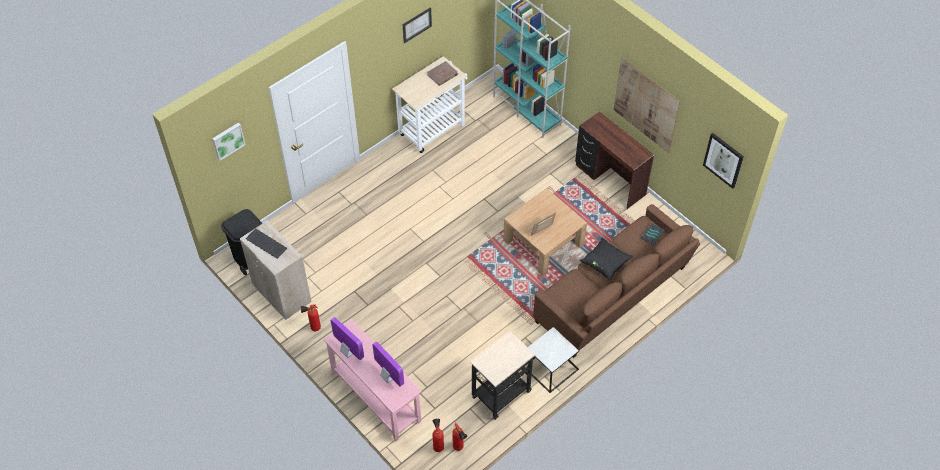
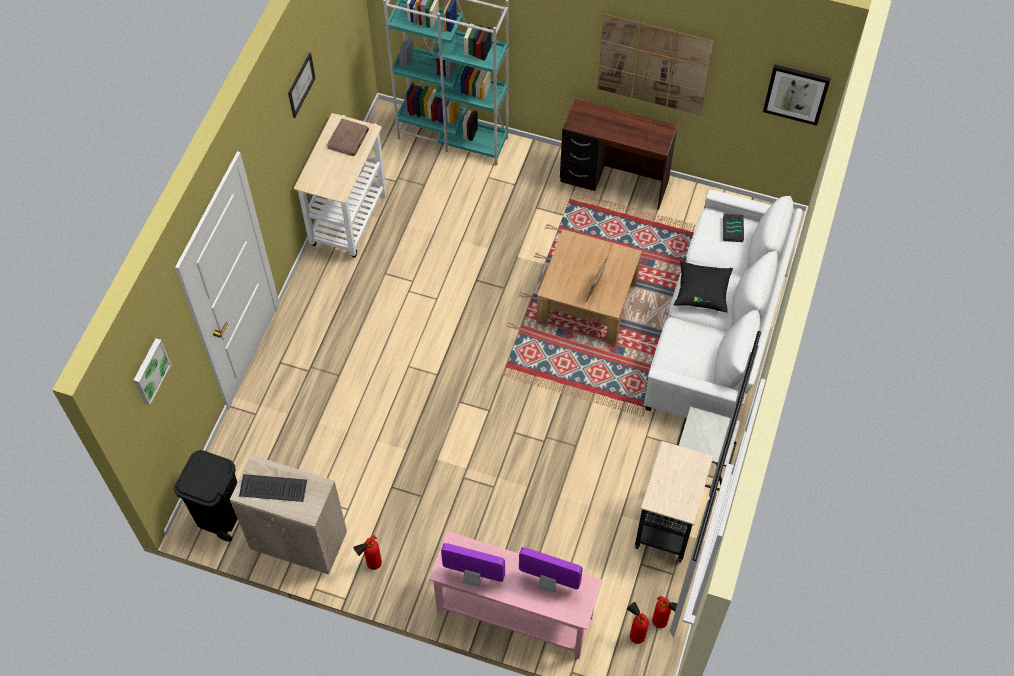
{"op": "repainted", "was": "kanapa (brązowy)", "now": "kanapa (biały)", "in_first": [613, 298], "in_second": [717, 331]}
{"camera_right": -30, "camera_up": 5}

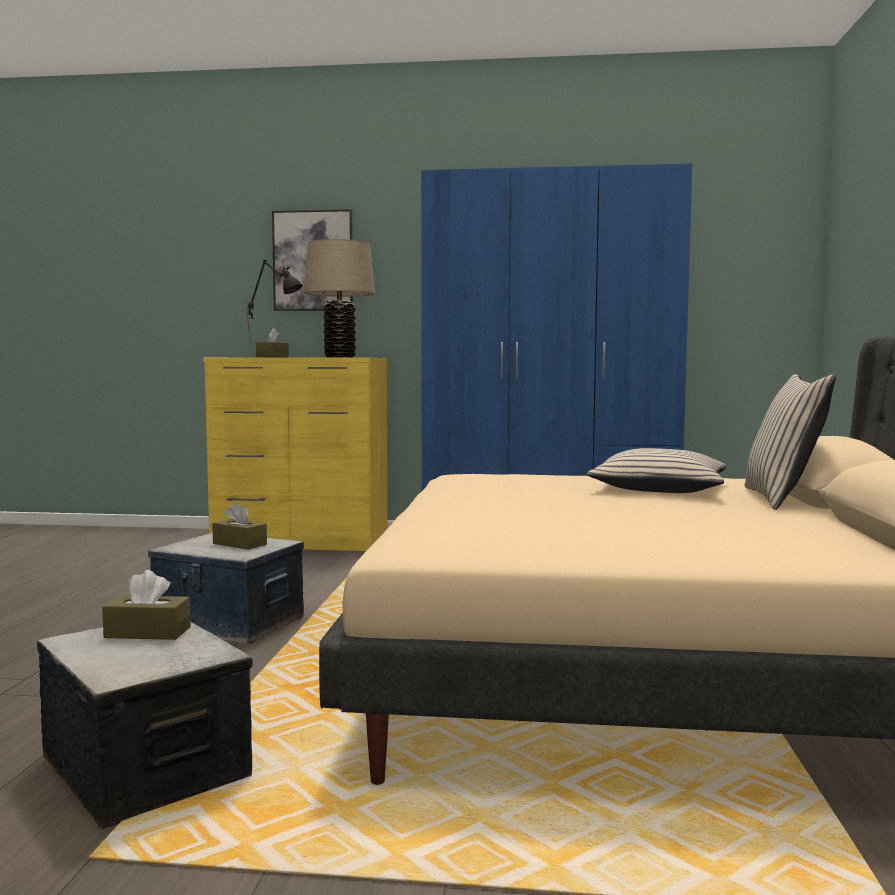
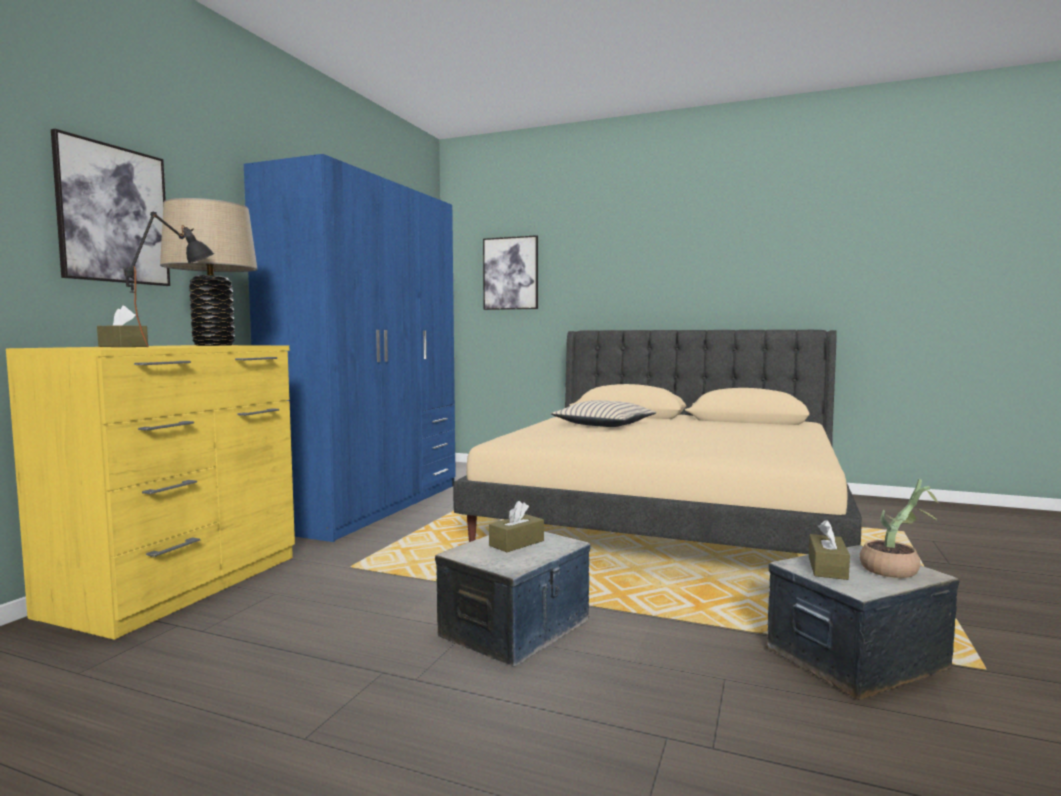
{"op": "new", "now": "obraz", "in_second": [510, 273]}
{"op": "new", "now": "roślina doniczkowa", "in_second": [897, 571]}
{"op": "gone", "was": "poduszka (beżowy)", "in_first": [782, 499]}
{"camera_right": -75, "camera_up": 0}

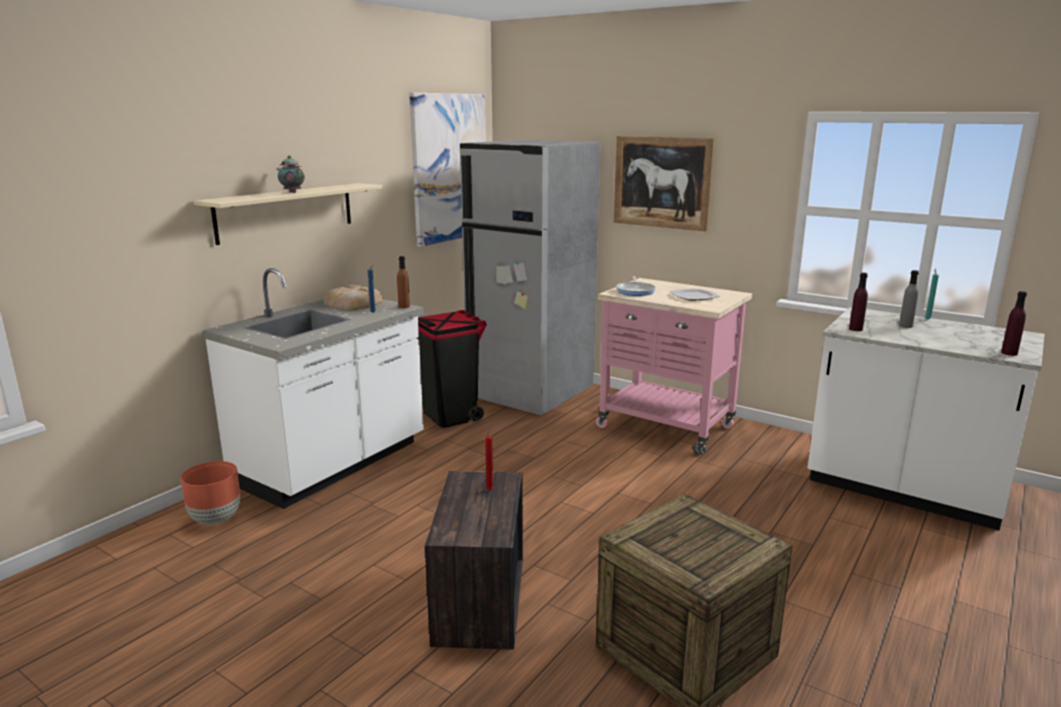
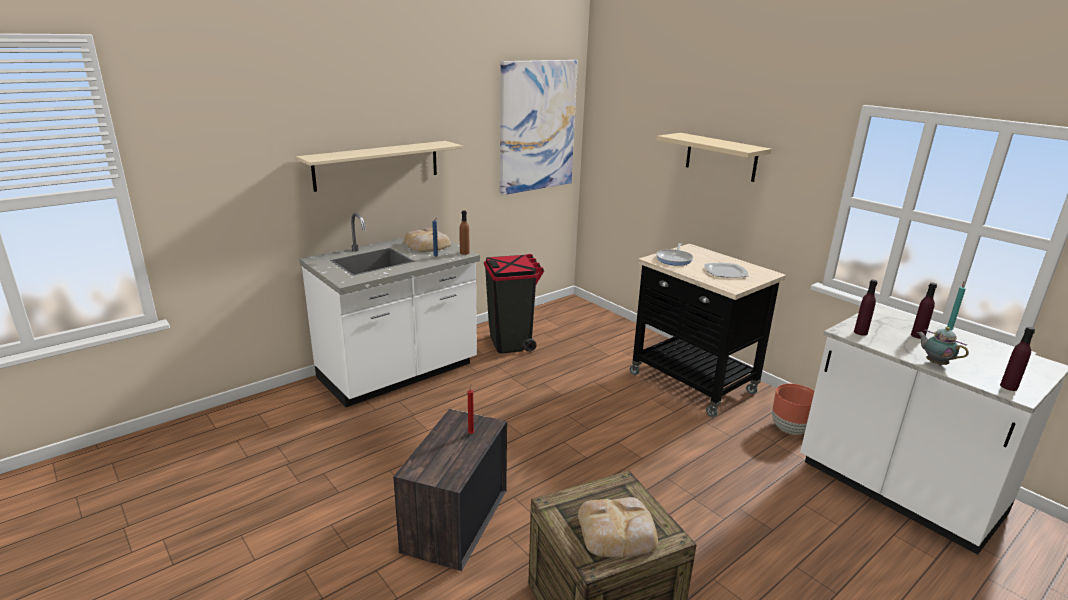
{"op": "new", "now": "chleb", "in_second": [618, 532]}
{"op": "repainted", "was": "wózek (różowy)", "now": "wózek (czarny)", "in_first": [666, 427], "in_second": [693, 384]}
{"op": "swapped", "was": "obraz", "now": "półka (beżowy)", "in_first": [662, 182], "in_second": [721, 157]}
{"op": "shifted", "was": "donica (brązowy)", "in_first": [216, 519], "in_second": [790, 429]}
{"op": "repainted", "was": "butelka (szary)", "now": "butelka (fioletowy)", "in_first": [905, 326], "in_second": [917, 336]}
{"op": "shifted", "was": "imbryk", "in_first": [292, 192], "in_second": [935, 363]}
{"op": "gone", "was": "lodówka (szary)", "in_first": [532, 390]}
{"camera_right": 15, "camera_up": 5}

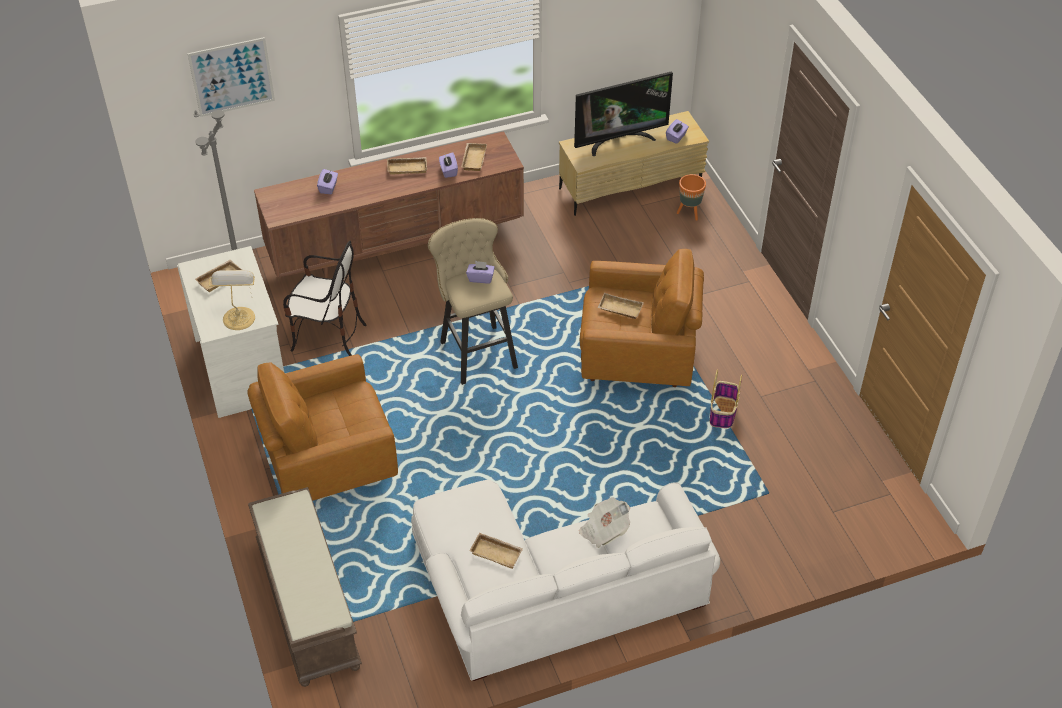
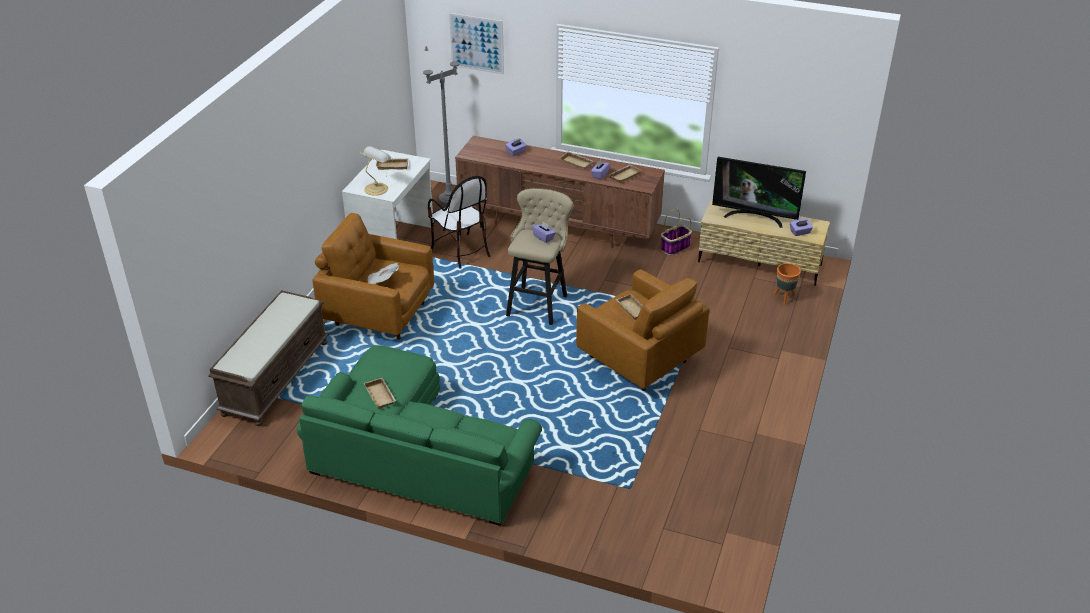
{"op": "repainted", "was": "kanapa (biały)", "now": "kanapa (zielony)", "in_first": [550, 591], "in_second": [415, 455]}
{"op": "shifted", "was": "gazeta", "in_first": [604, 530], "in_second": [382, 282]}
{"op": "shifted", "was": "koszyk", "in_first": [723, 413], "in_second": [675, 248]}
{"camera_right": 40, "camera_up": -10}

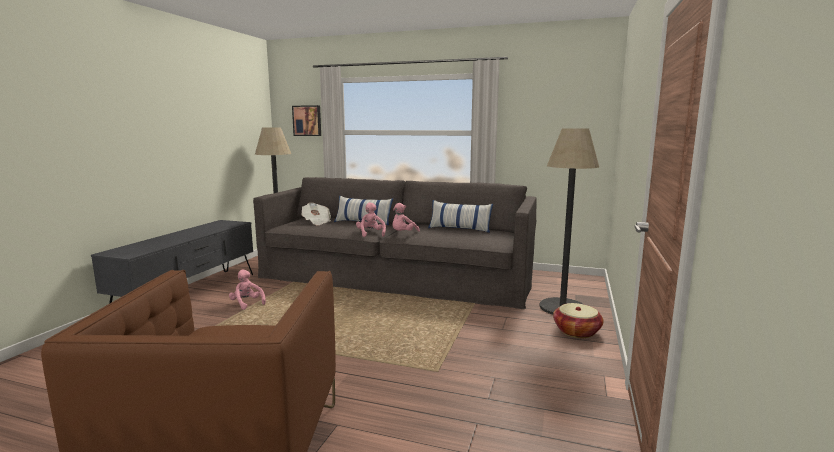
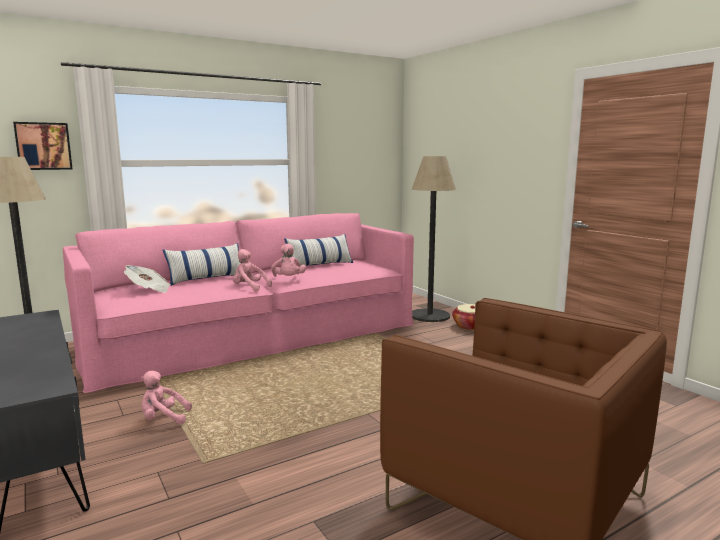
{"op": "repainted", "was": "kanapa (szary)", "now": "kanapa (różowy)", "in_first": [396, 276], "in_second": [254, 336]}
{"camera_right": -50, "camera_up": 0}

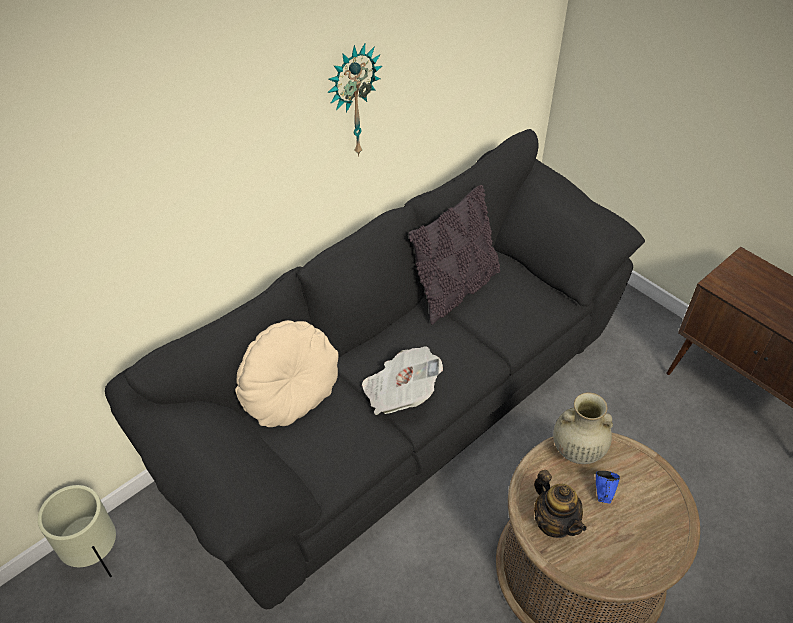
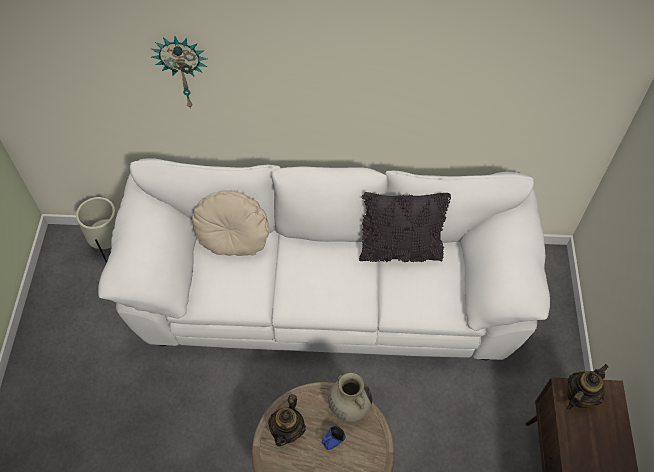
{"op": "repainted", "was": "kanapa (czarny)", "now": "kanapa (biały)", "in_first": [398, 415], "in_second": [327, 300]}
{"op": "shifted", "was": "zegar ścienny", "in_first": [352, 101], "in_second": [183, 71]}
{"op": "new", "now": "imbryk", "in_second": [579, 396]}
{"op": "gone", "was": "gazeta", "in_first": [400, 393]}
{"camera_right": 45, "camera_up": 10}

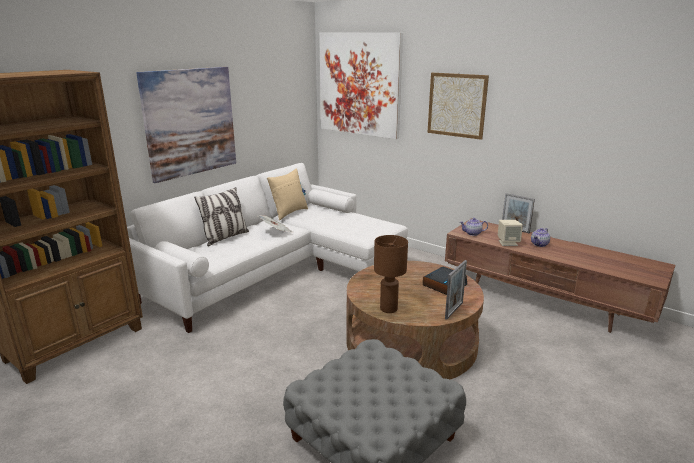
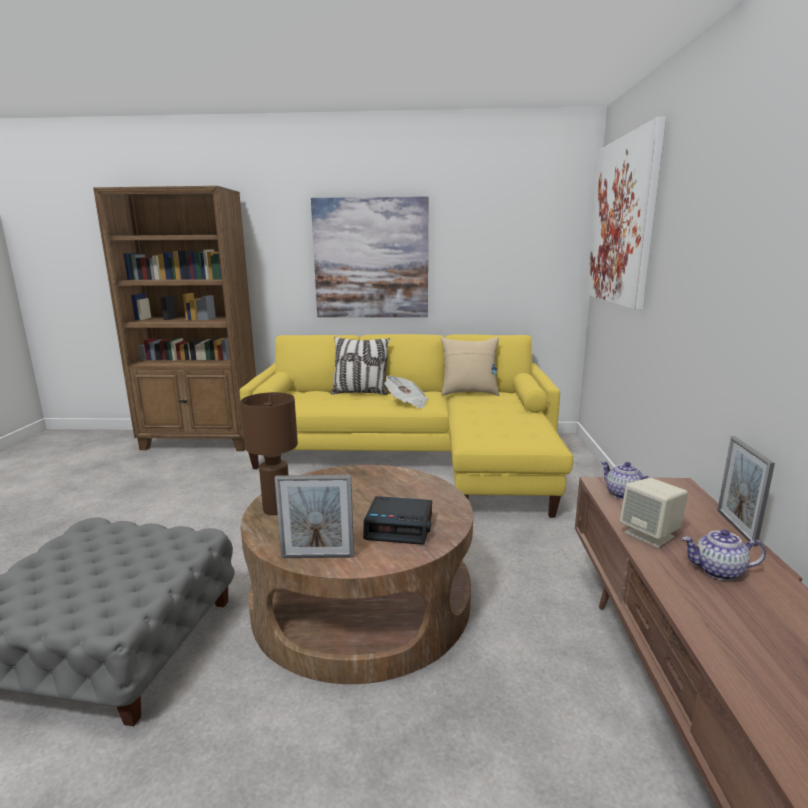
{"op": "repainted", "was": "kanapa (biały)", "now": "kanapa (żółty)", "in_first": [277, 272], "in_second": [417, 459]}
{"op": "gone", "was": "obraz", "in_first": [457, 104]}
{"camera_right": 55, "camera_up": -5}

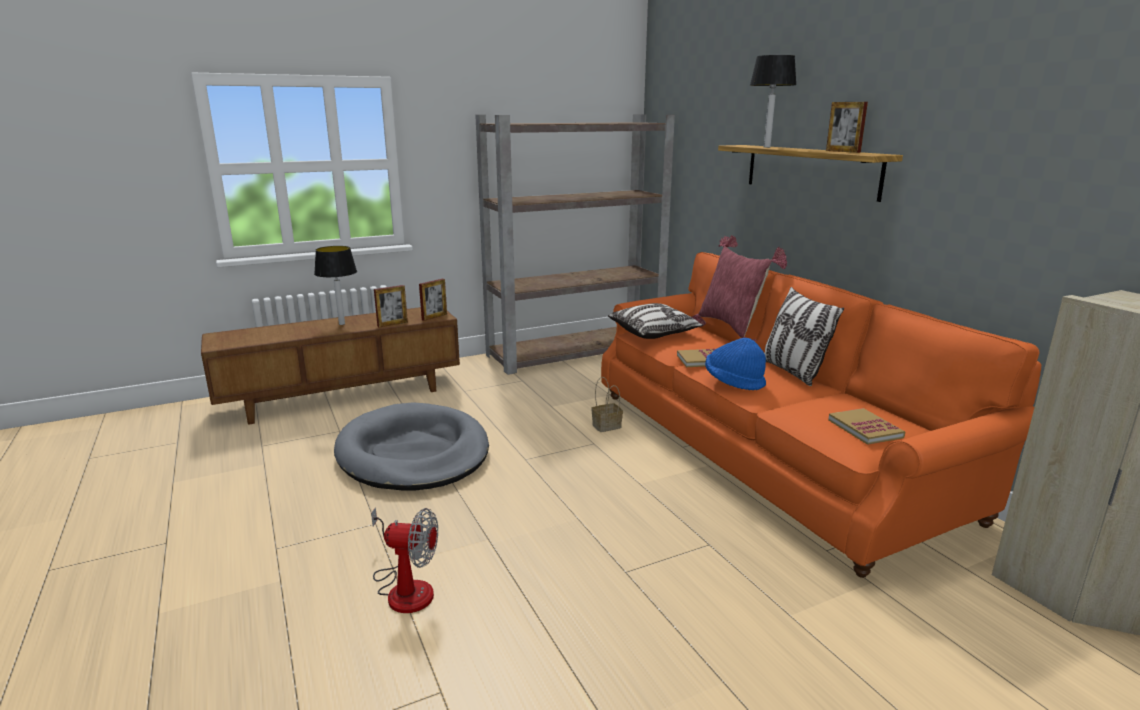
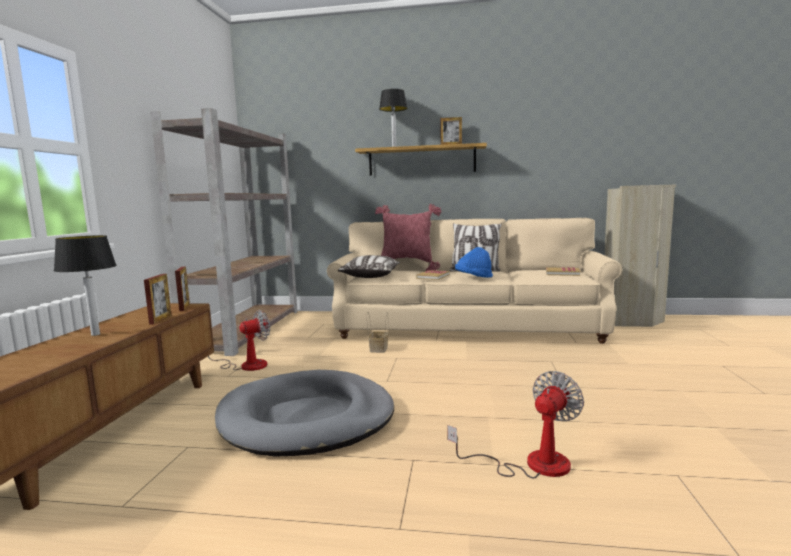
{"op": "new", "now": "wentylator", "in_second": [245, 365]}
{"op": "repainted", "was": "kanapa (pomarańczowy)", "now": "kanapa (beżowy)", "in_first": [766, 450], "in_second": [467, 326]}
{"camera_right": -55, "camera_up": -10}

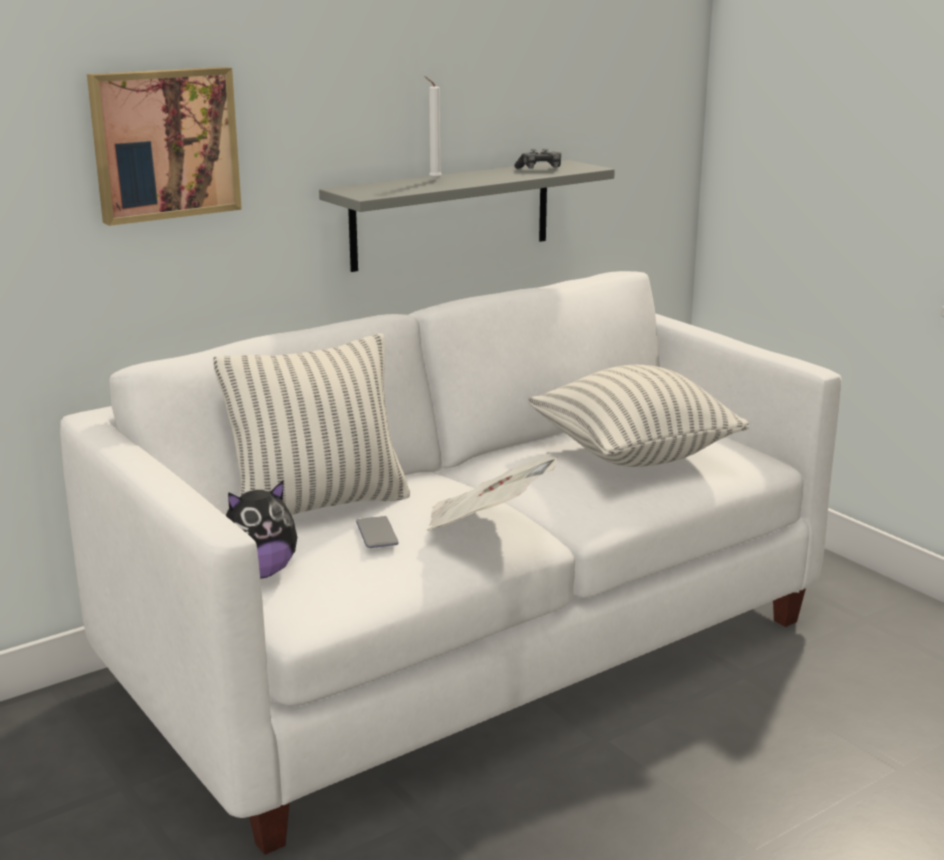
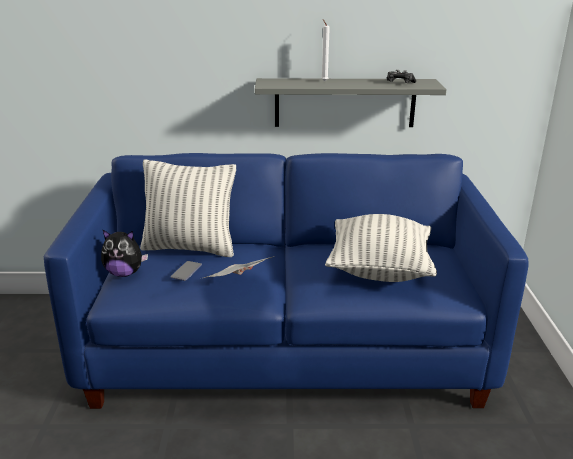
{"op": "repainted", "was": "kanapa (biały)", "now": "kanapa (niebieski)", "in_first": [473, 649], "in_second": [287, 348]}
{"op": "gone", "was": "obraz", "in_first": [164, 143]}
{"camera_right": 35, "camera_up": 5}

